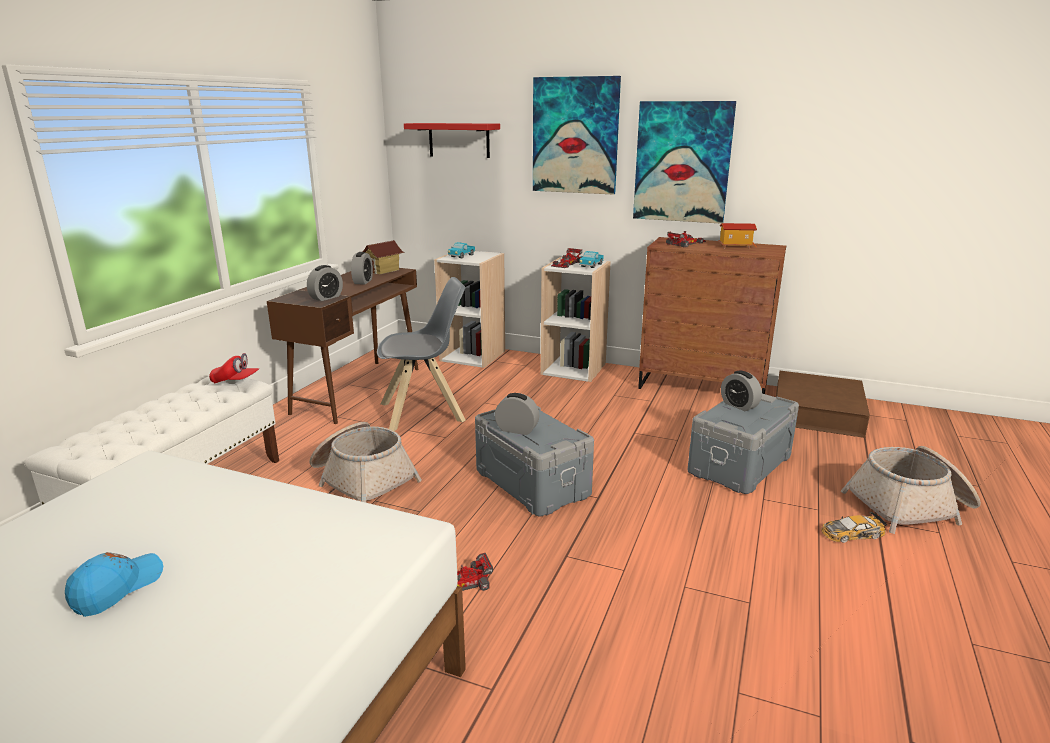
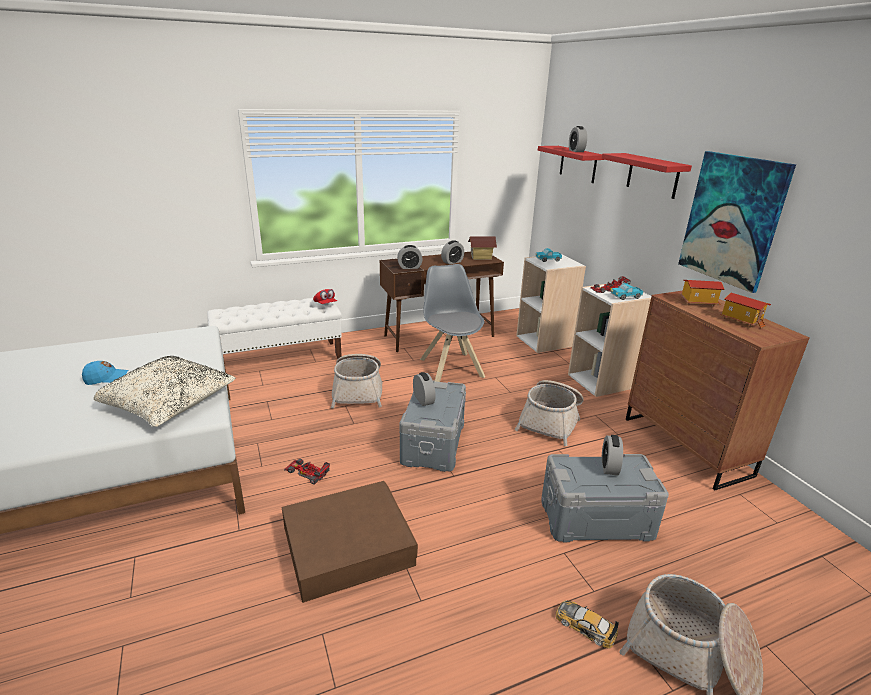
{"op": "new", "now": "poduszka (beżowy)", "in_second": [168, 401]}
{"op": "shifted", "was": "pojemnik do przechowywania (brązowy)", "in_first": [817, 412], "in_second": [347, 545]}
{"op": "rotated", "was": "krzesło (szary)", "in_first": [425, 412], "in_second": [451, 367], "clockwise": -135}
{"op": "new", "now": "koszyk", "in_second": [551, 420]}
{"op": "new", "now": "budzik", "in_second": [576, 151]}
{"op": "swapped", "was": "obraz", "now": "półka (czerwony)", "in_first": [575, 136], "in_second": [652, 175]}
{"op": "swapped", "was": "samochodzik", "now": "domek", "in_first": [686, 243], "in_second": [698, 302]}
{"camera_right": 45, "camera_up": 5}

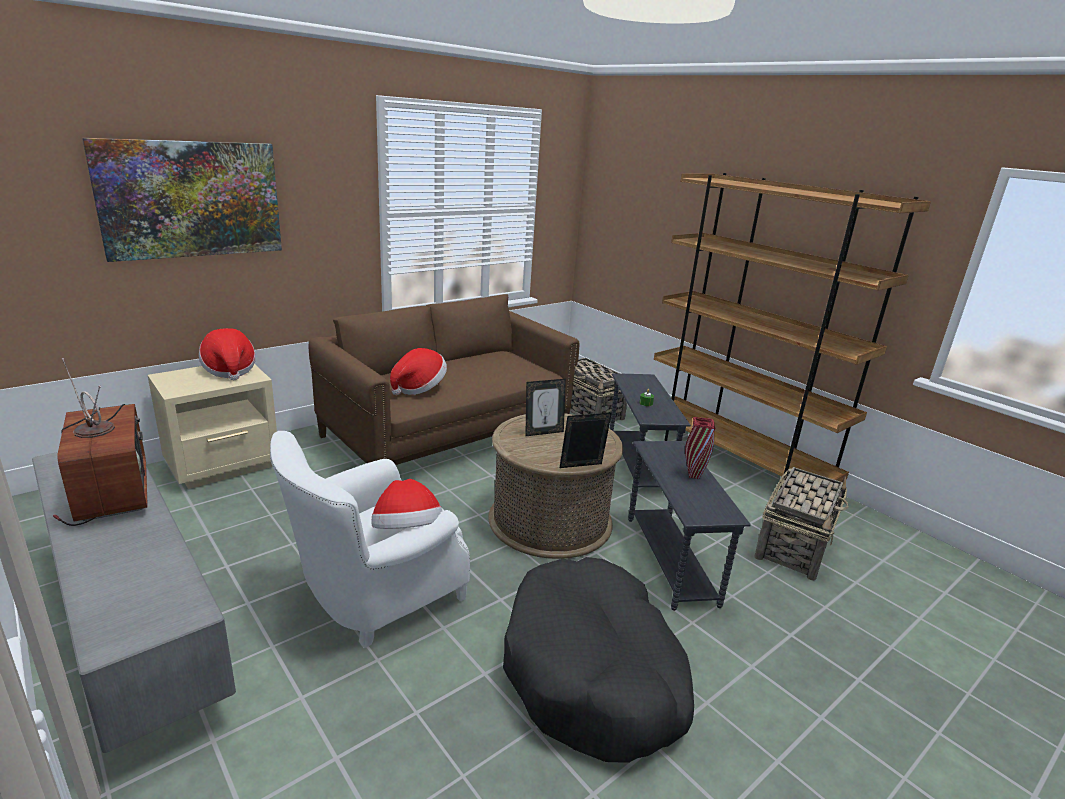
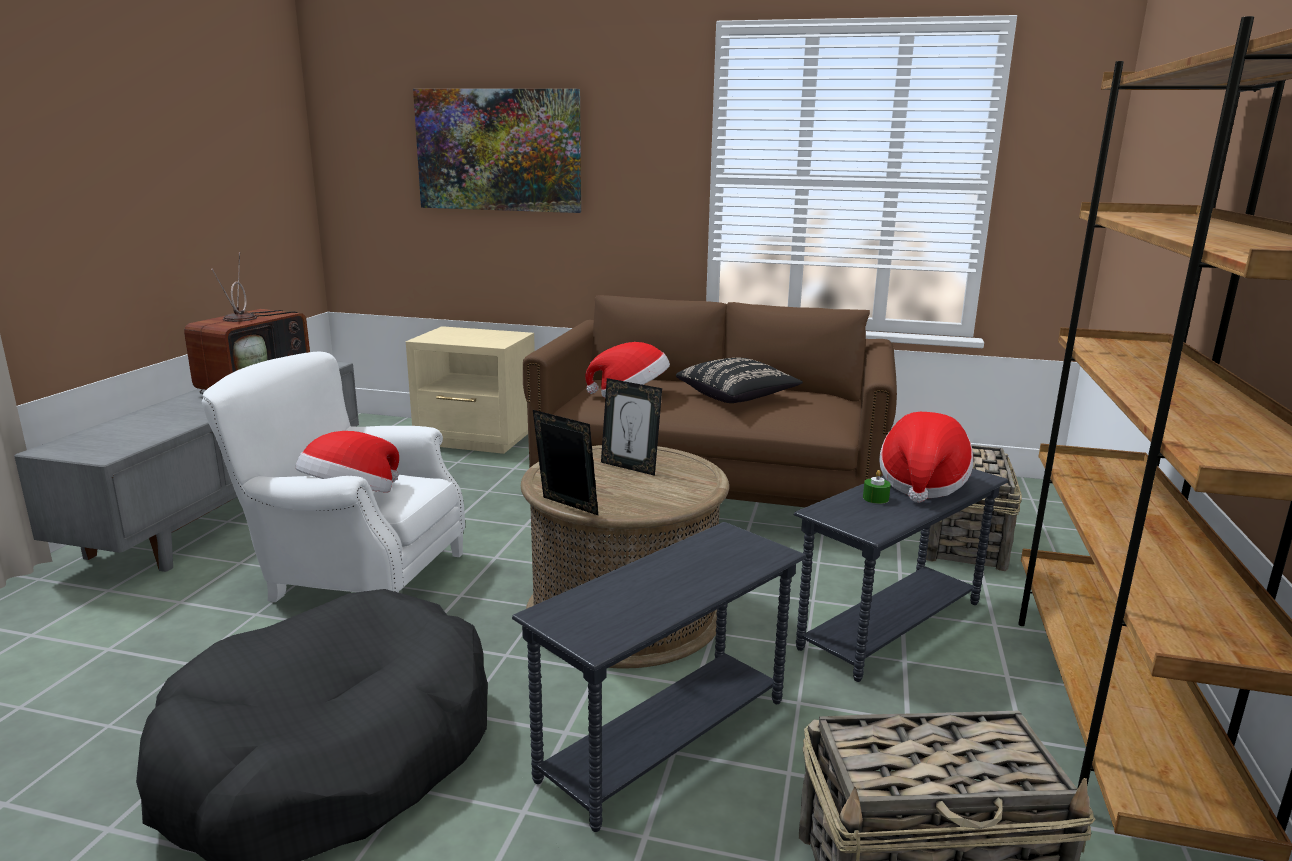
{"op": "new", "now": "poduszka (czarny)", "in_second": [737, 397]}
{"op": "shifted", "was": "kapelusz", "in_first": [229, 370], "in_second": [921, 484]}
{"op": "gone", "was": "wazon (czerwony)", "in_first": [693, 476]}
{"camera_right": 55, "camera_up": -5}

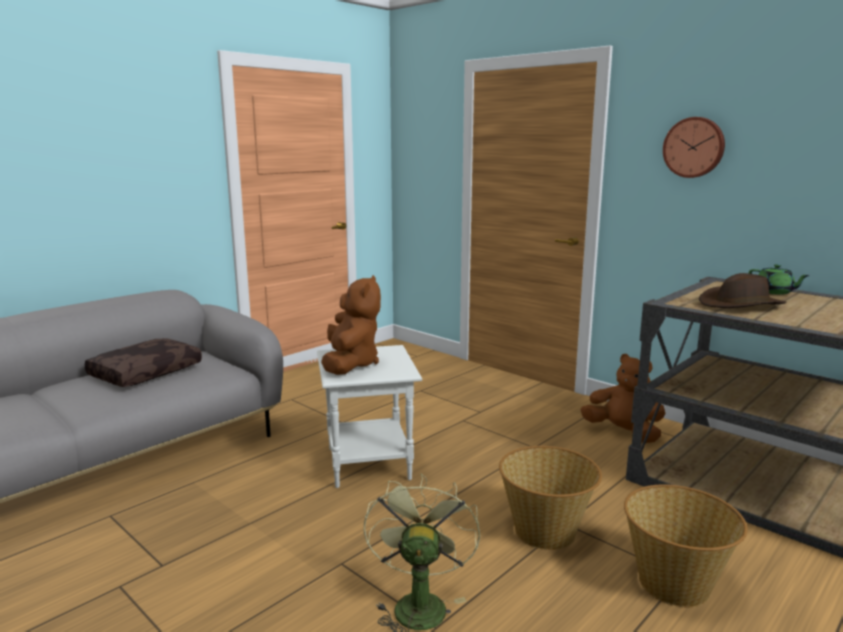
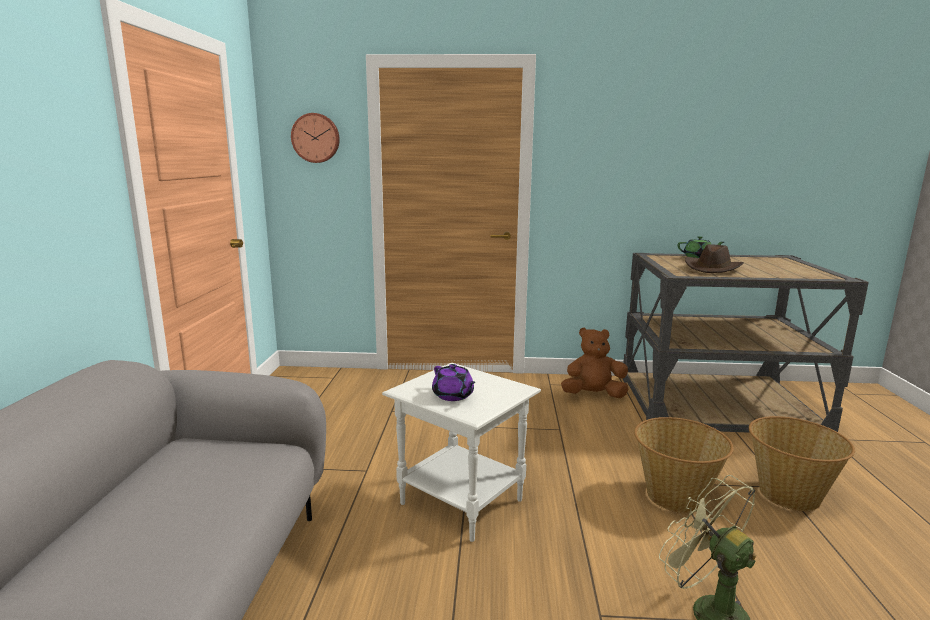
{"op": "shifted", "was": "zegar ścienny", "in_first": [694, 147], "in_second": [316, 138]}
{"op": "swapped", "was": "pluszak (brązowy)", "now": "imbryk (fioletowy)", "in_first": [350, 364], "in_second": [453, 396]}
{"op": "gone", "was": "poduszka (brązowy)", "in_first": [146, 372]}
{"camera_right": -40, "camera_up": 0}

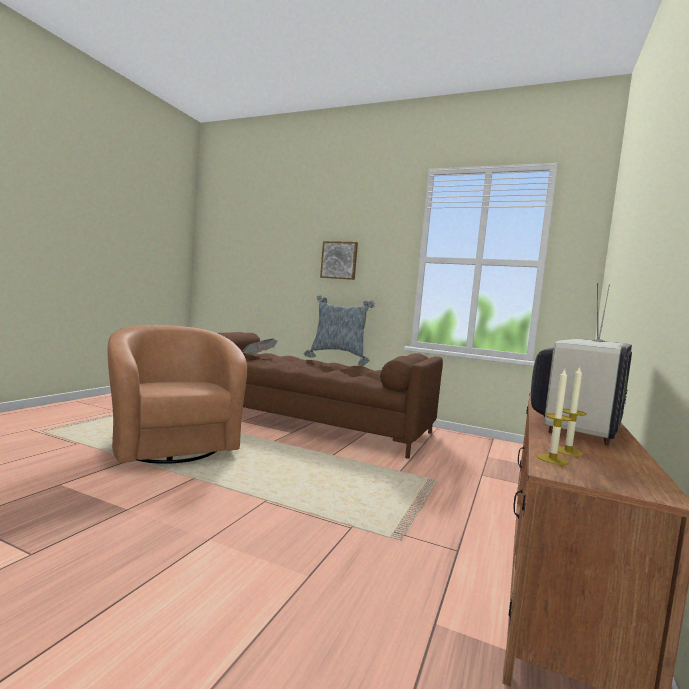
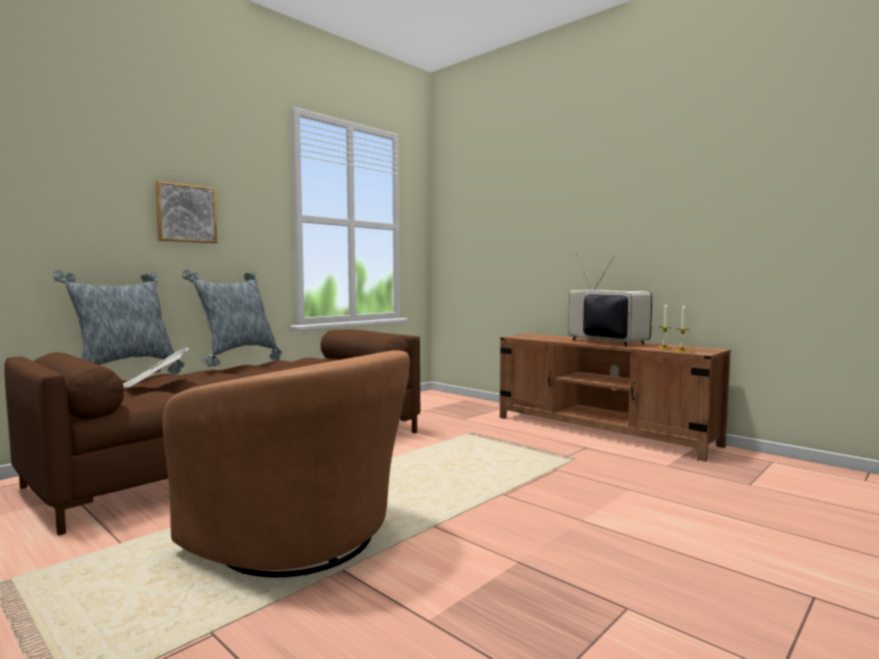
{"op": "new", "now": "poduszka", "in_second": [123, 378]}
{"op": "rotated", "was": "fotel (brązowy)", "in_first": [172, 446], "in_second": [301, 541], "clockwise": -135}
{"camera_right": -70, "camera_up": 0}

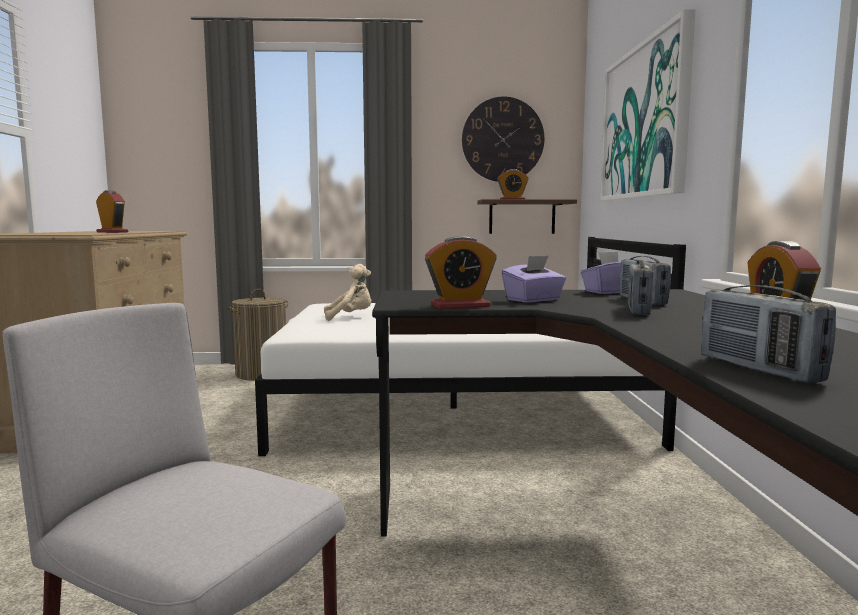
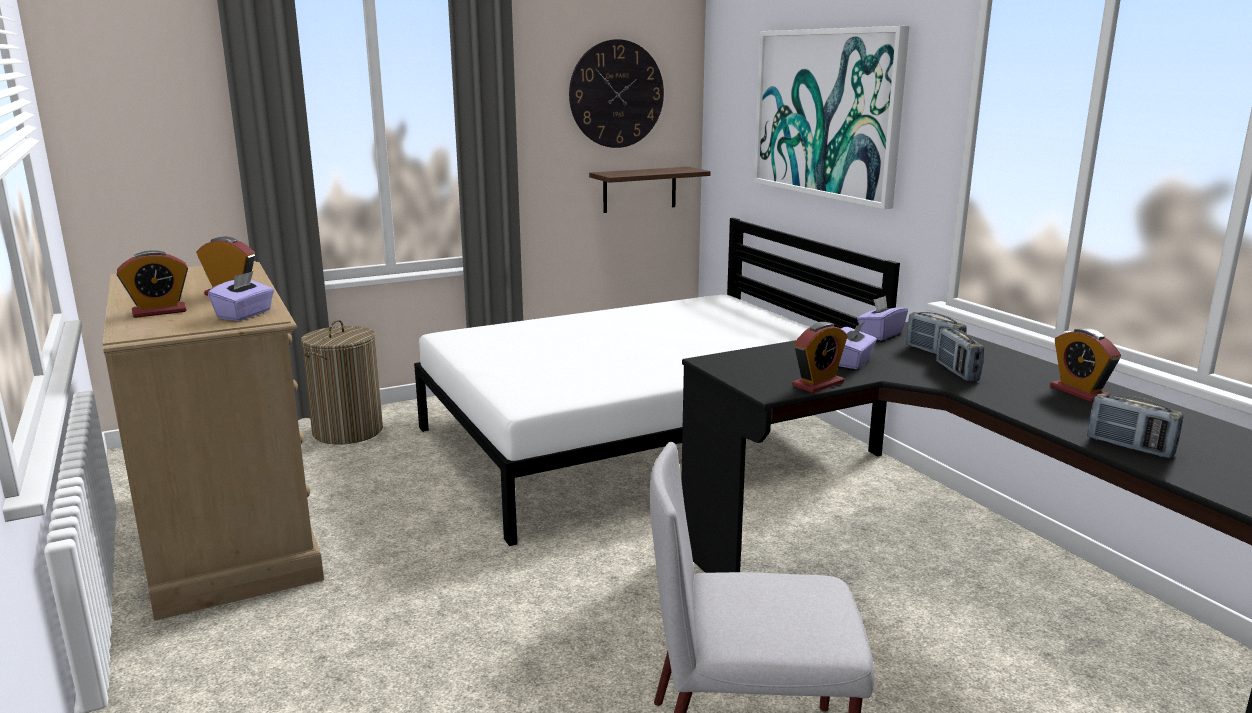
{"op": "shifted", "was": "budzik", "in_first": [512, 199], "in_second": [159, 312]}
{"op": "new", "now": "pudełko chusteczek (fioletowy)", "in_second": [245, 315]}
{"op": "gone", "was": "pluszak (beżowy)", "in_first": [350, 317]}
{"camera_right": -25, "camera_up": 10}

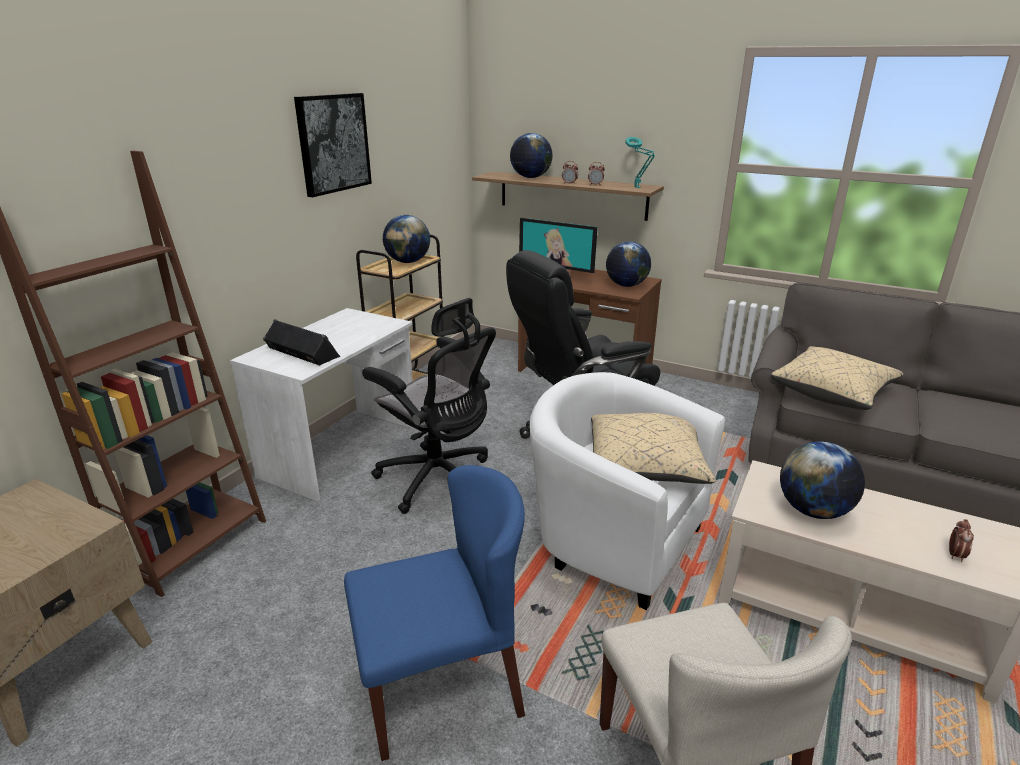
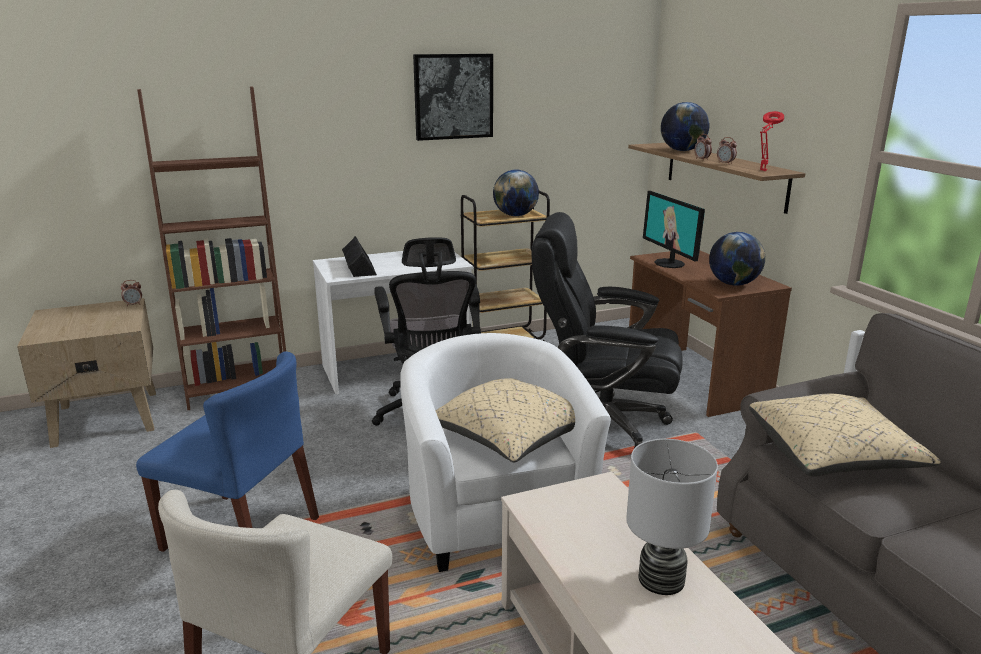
{"op": "shifted", "was": "budzik", "in_first": [955, 555], "in_second": [133, 304]}
{"op": "new", "now": "lampa stołowa (szary)", "in_second": [661, 579]}
{"op": "repainted", "was": "lampa stołowa (turkusowy)", "now": "lampa stołowa (czerwony)", "in_first": [638, 188], "in_second": [763, 171]}
{"op": "gone", "was": "globus", "in_first": [813, 511]}
{"camera_right": 40, "camera_up": -5}

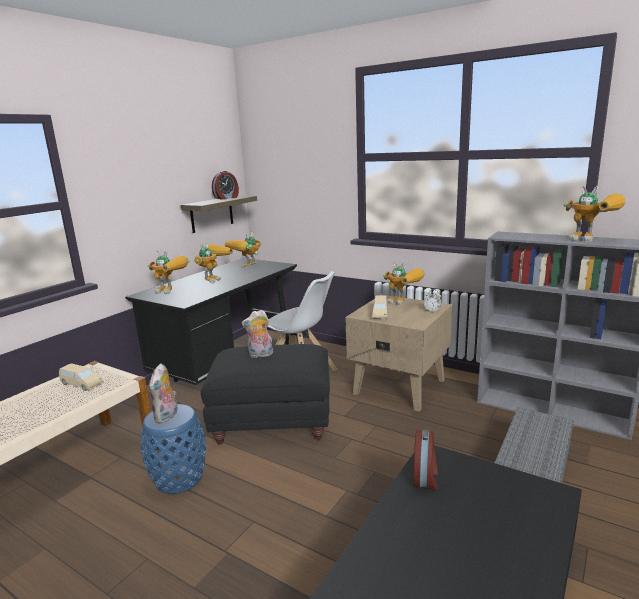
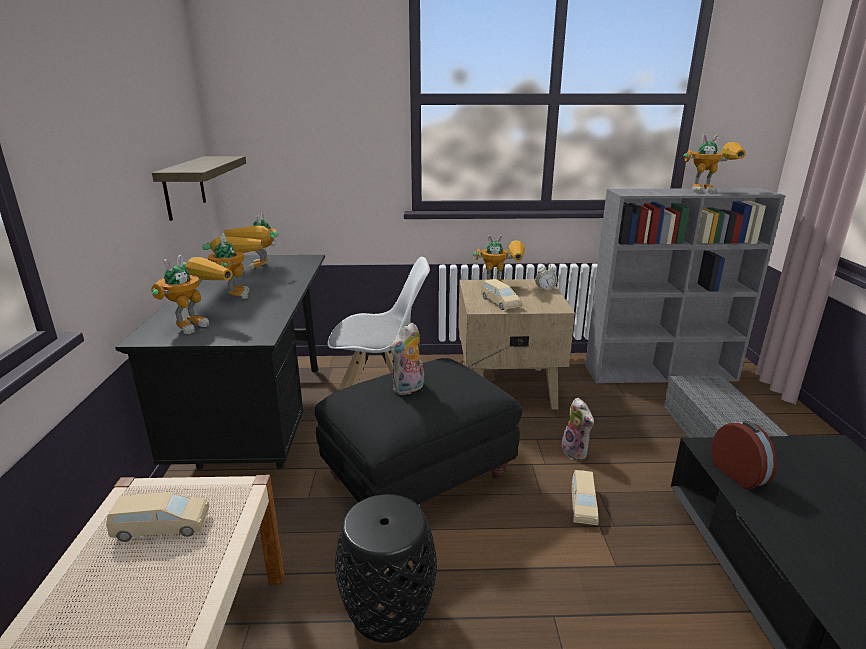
{"op": "rotated", "was": "robot zabawkowy", "in_first": [172, 291], "in_second": [198, 322], "clockwise": -45}
{"op": "repainted", "was": "stołek (niebieski)", "now": "stołek (czarny)", "in_first": [179, 479], "in_second": [388, 610]}
{"op": "shifted", "was": "pluszak", "in_first": [167, 417], "in_second": [576, 452]}
{"op": "new", "now": "samochodzik (beżowy)", "in_second": [583, 505]}
{"op": "gone", "was": "budzik", "in_first": [227, 198]}
{"camera_right": -35, "camera_up": 5}

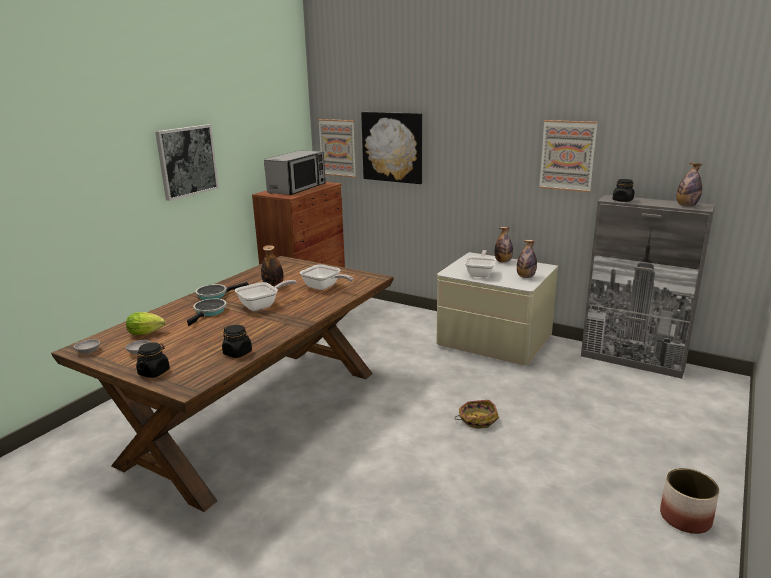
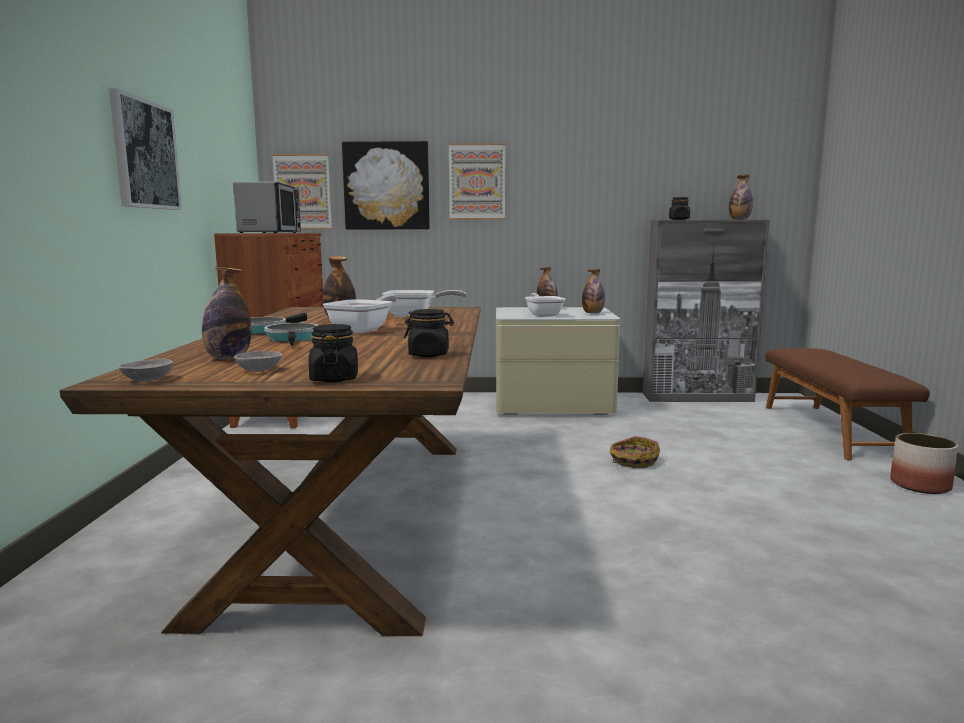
{"op": "swapped", "was": "sałata", "now": "butelka", "in_first": [148, 333], "in_second": [228, 358]}
{"op": "shifted", "was": "obraz", "in_first": [567, 155], "in_second": [477, 182]}
{"op": "new", "now": "ławka (brązowy)", "in_second": [831, 430]}
{"camera_right": -30, "camera_up": -10}

